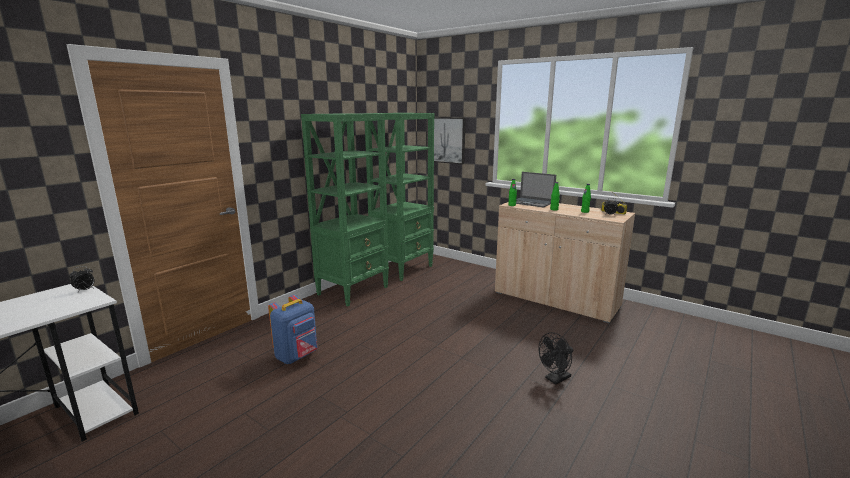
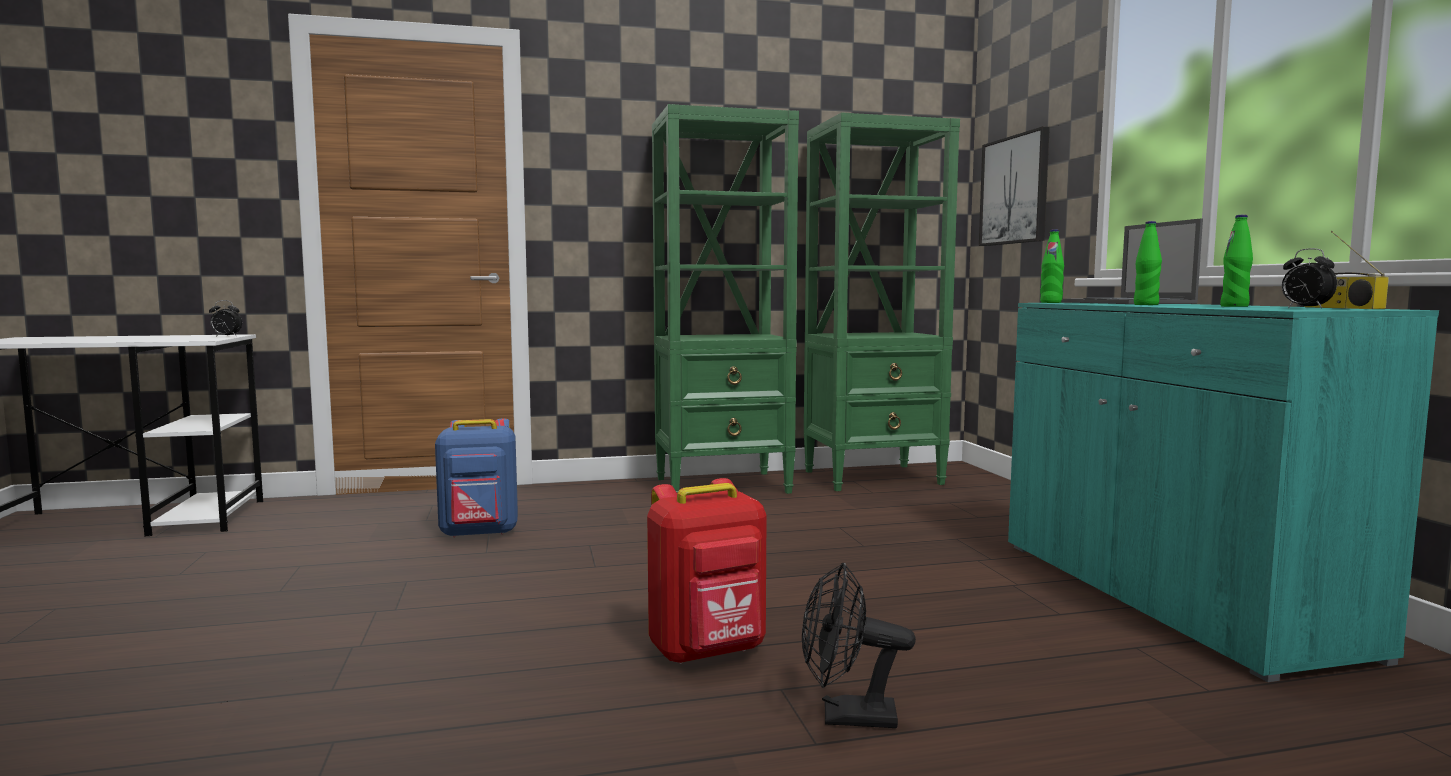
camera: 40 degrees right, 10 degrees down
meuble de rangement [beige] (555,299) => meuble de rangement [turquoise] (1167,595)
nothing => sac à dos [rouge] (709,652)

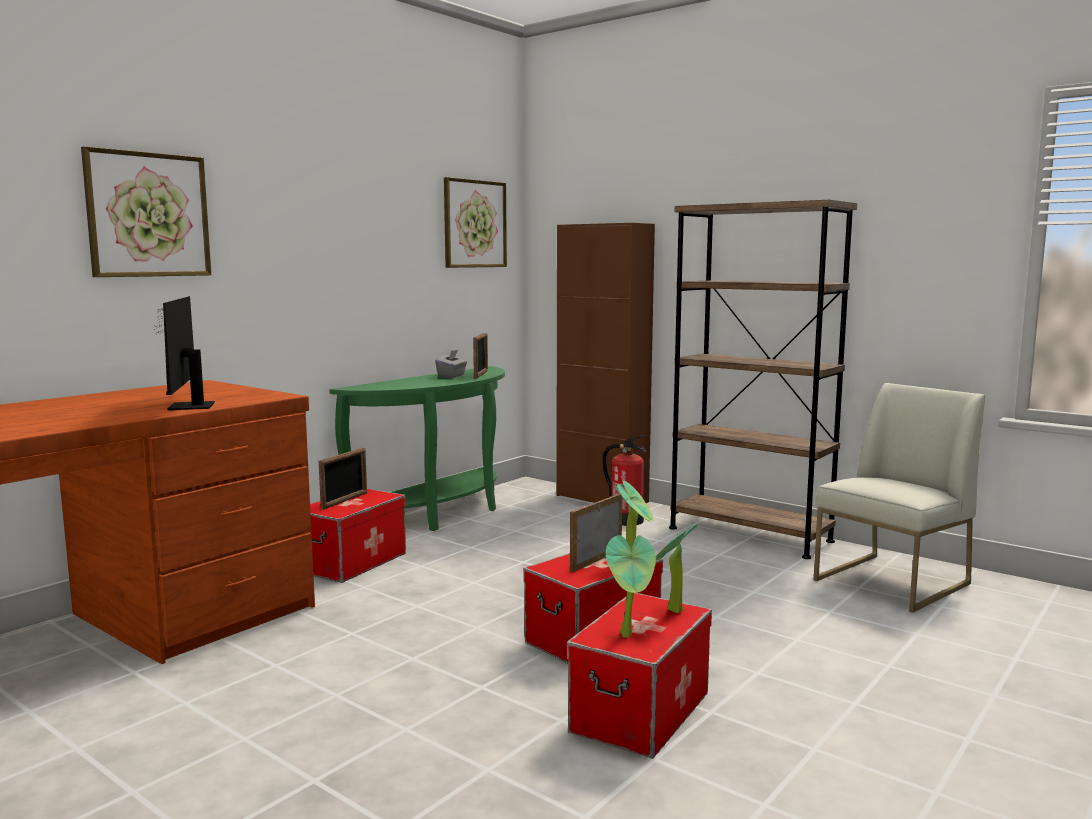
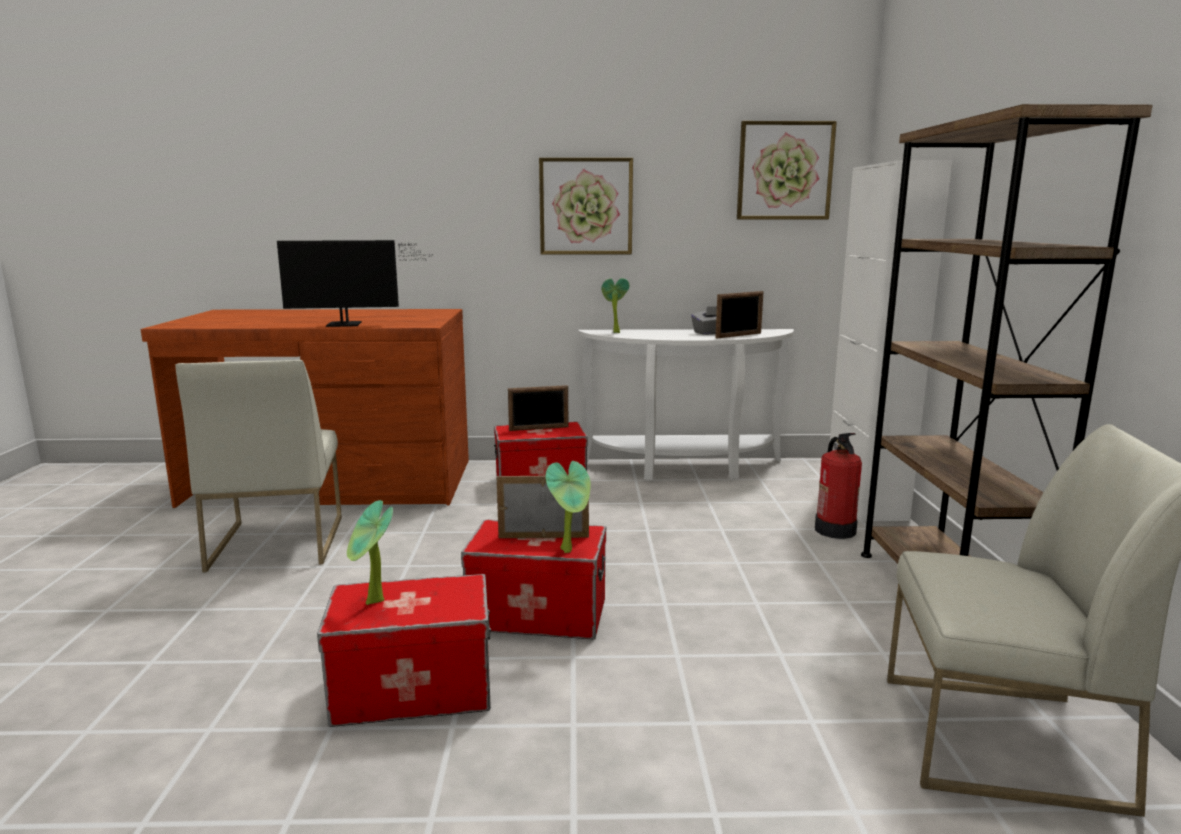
camera: 50 degrees right, 5 degrees up
tableau (148,215) => tableau (586,206), relocated
écran d'ordinateur (188,407) => écran d'ordinateur (349,324), 135 degrees counterclockwise
table console [vert] (441,514) => table console [blanc] (685,469)
meuble de rangement [marron] (602,499) => meuble de rangement [blanc] (865,501)
plante en pot (671,611) => plante en pot (614,332), relocated
nothing => chaise [blanc] (276,542)

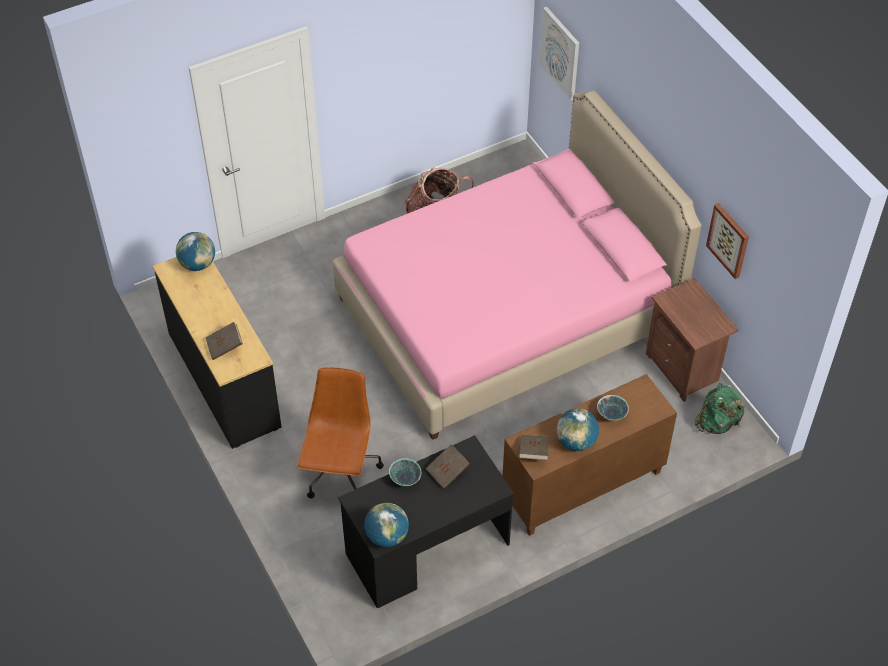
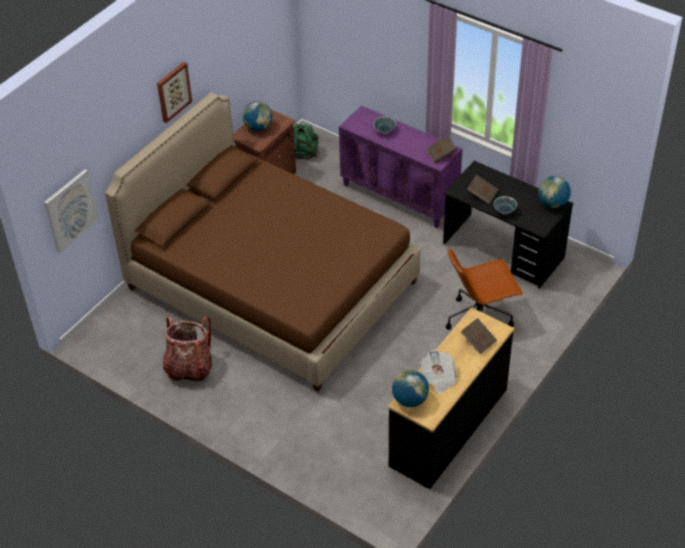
camera: 115 degrees left, 5 degrees down
lit [rose] (506,313) => lit [marron] (272,285)
meuble de rangement [marron] (582,487) => meuble de rangement [violet] (400,196)
globe (576,441) => globe (258,127), relocated
tableau (729,240) => tableau (173,91), relocated
nothing => journal (438,378)

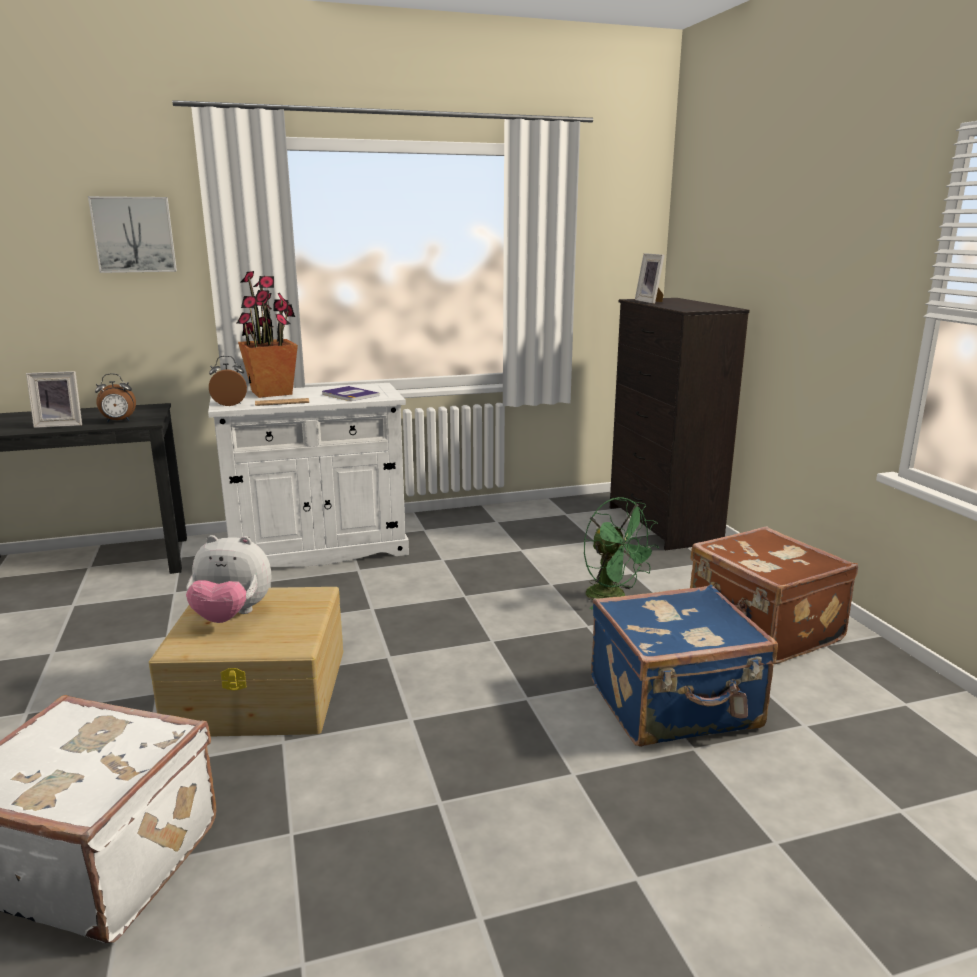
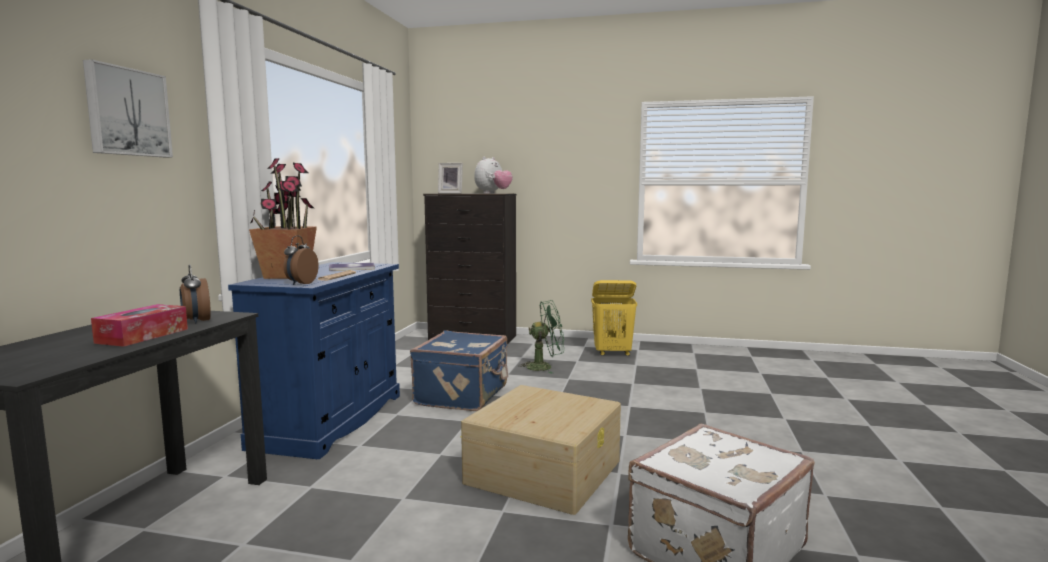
camera: 60 degrees left, 10 degrees down
cadre photo (60,424) => boîte à mouchoirs (143,336)
réveil (118,421) => réveil (196,321), 135 degrees clockwise
peluche (232,616) => peluche (493,193), relocated
meuble de rangement [blanc] (318,549) => meuble de rangement [bleu] (330,420)
valise [bleu] (675,706) => valise [bleu] (463,395), relocated
valise [marron] (762,629) => panier à linge [jaune] (613,353)

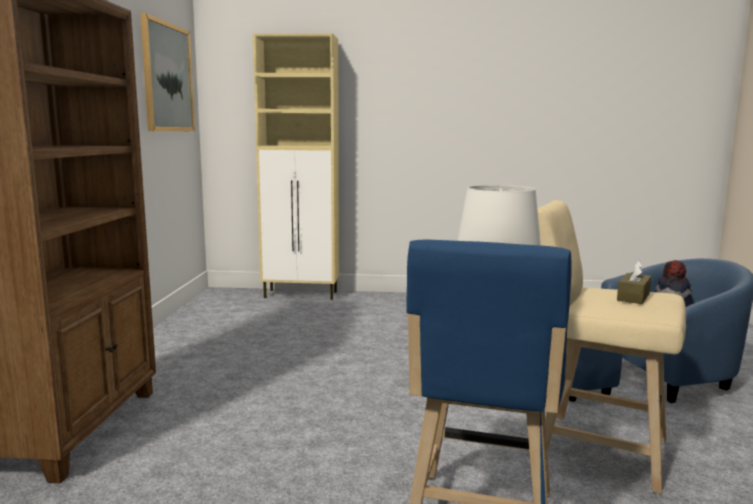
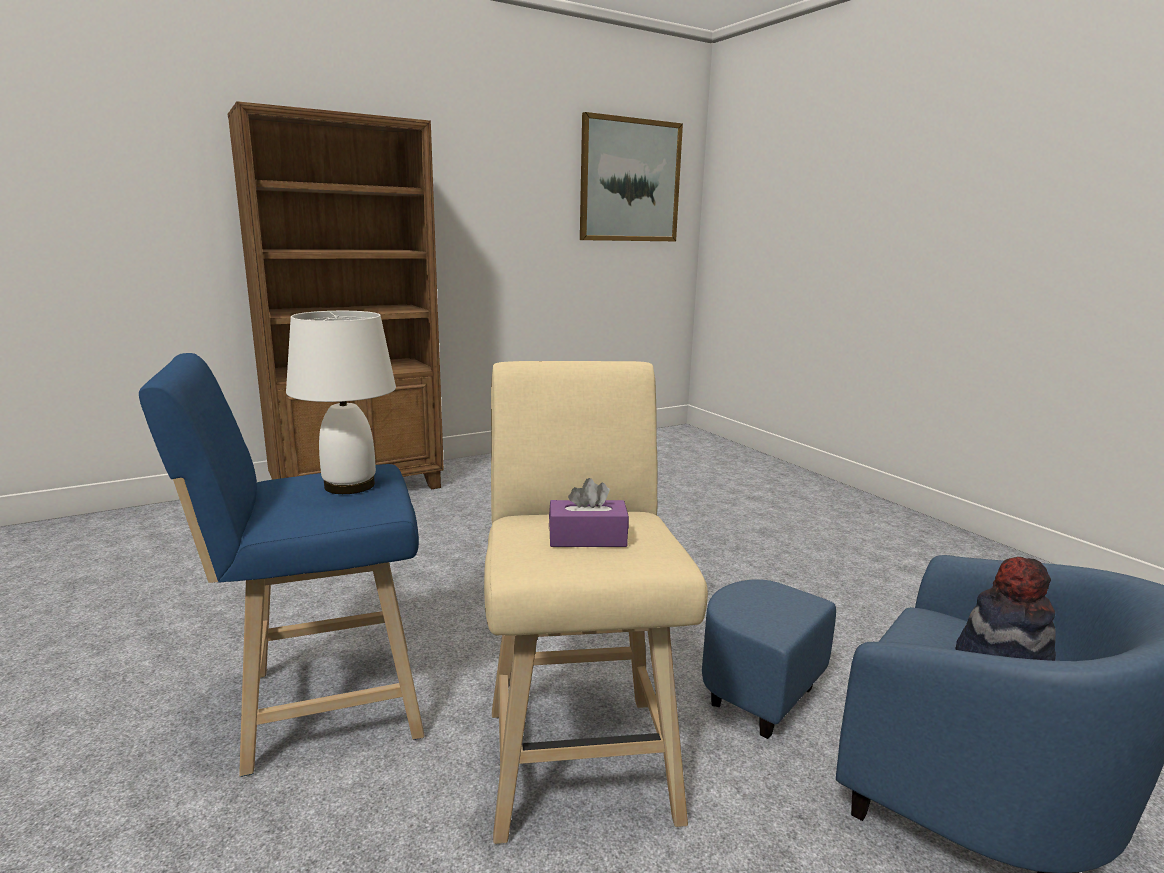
camera: 55 degrees right, 5 degrees up
meuble de rangement [beige] (302,295) => nothing
boîte à mouchoirs [marron] (633,297) => boîte à mouchoirs [violet] (587,538)

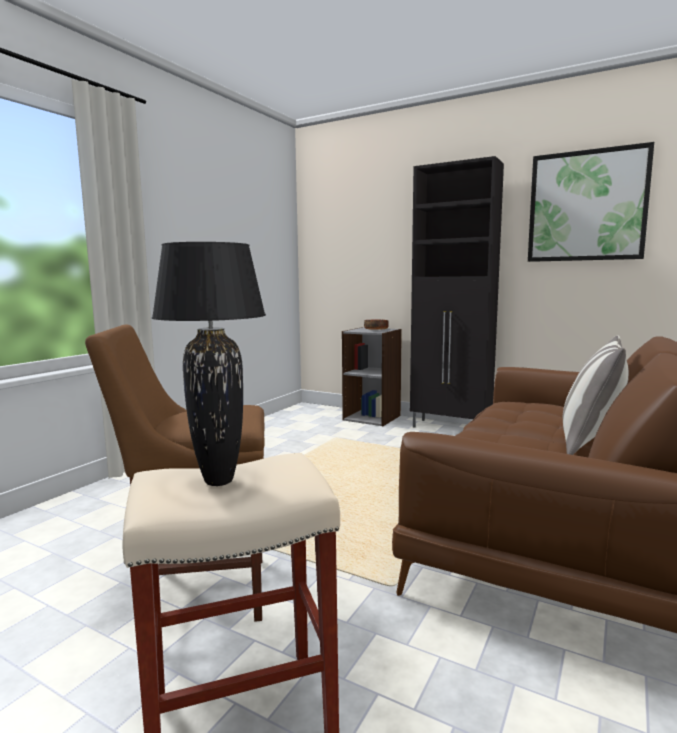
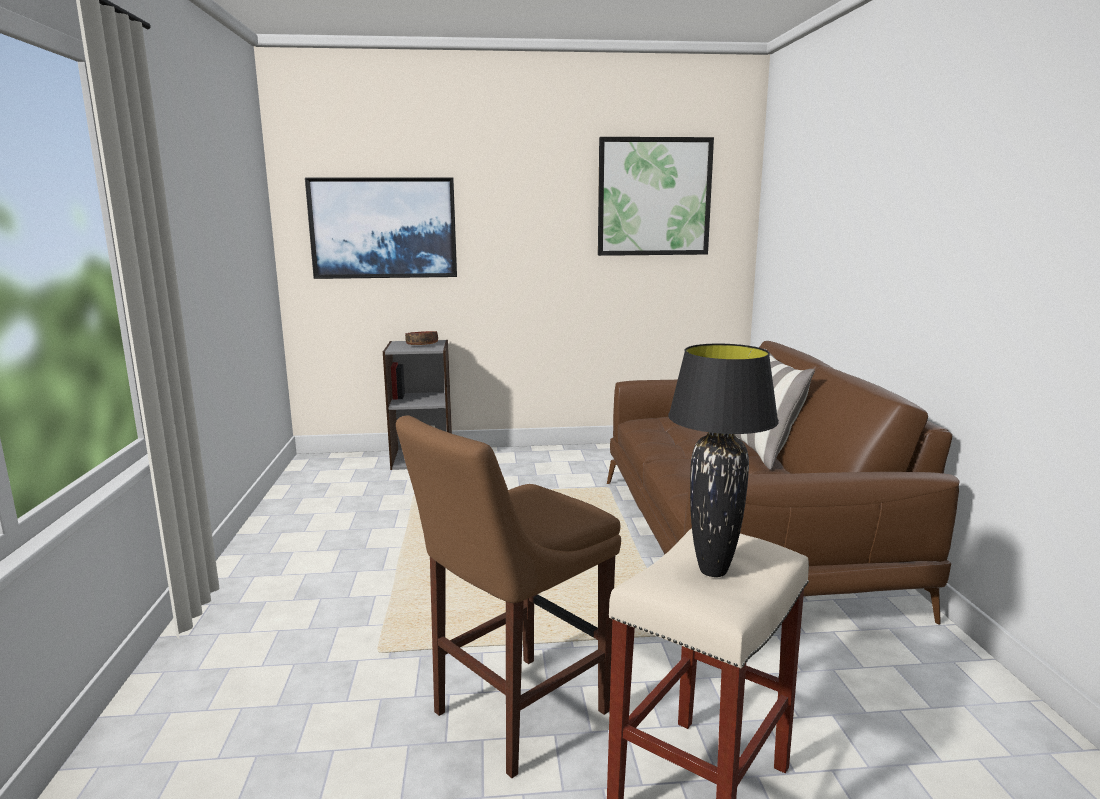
camera: 35 degrees left, 5 degrees up
meuble de rangement [noir] (451,428) => nothing
nothing => tableau (383,228)

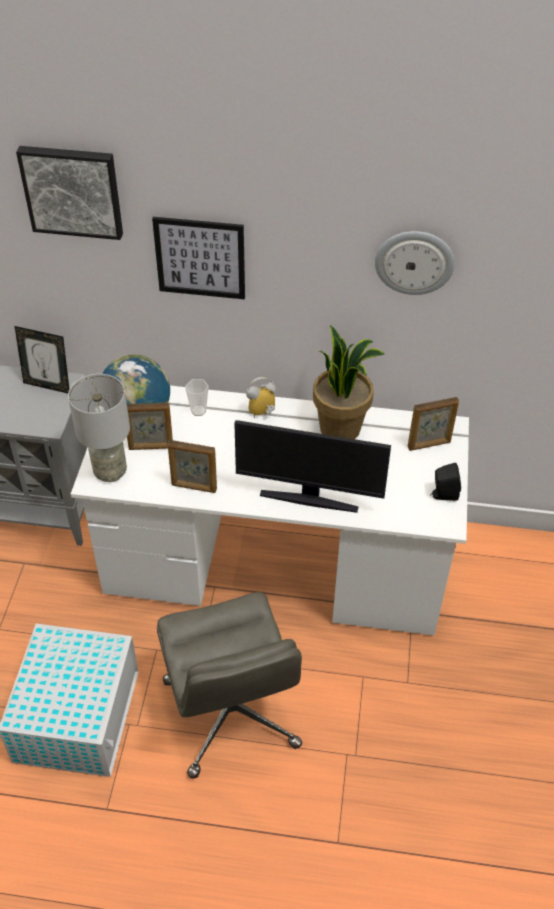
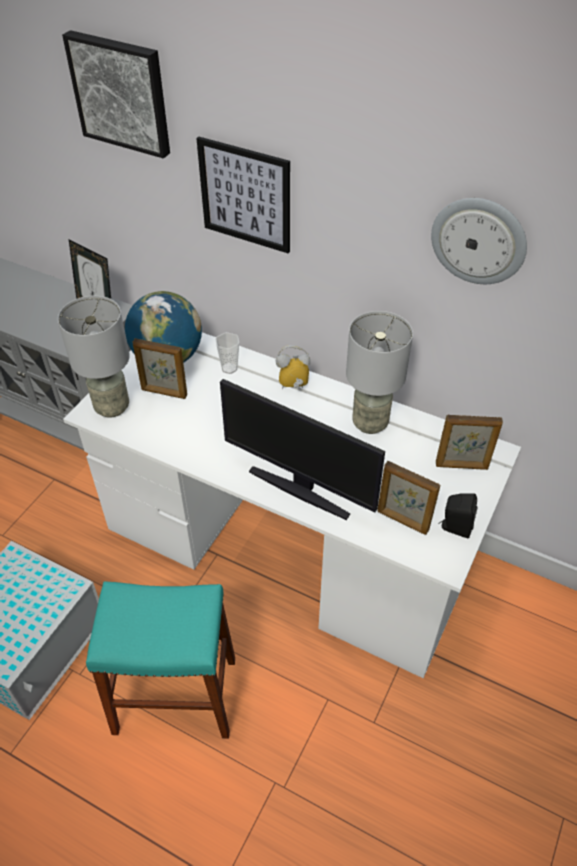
camera: 20 degrees right, 0 degrees up
chaise de bureau [gris] (232,715) => tabouret [turquoise] (175,695)
cadre photo (194,487) => cadre photo (402,521), relocated
plante en pot (341,428) => lampe de table [gris] (370,422)

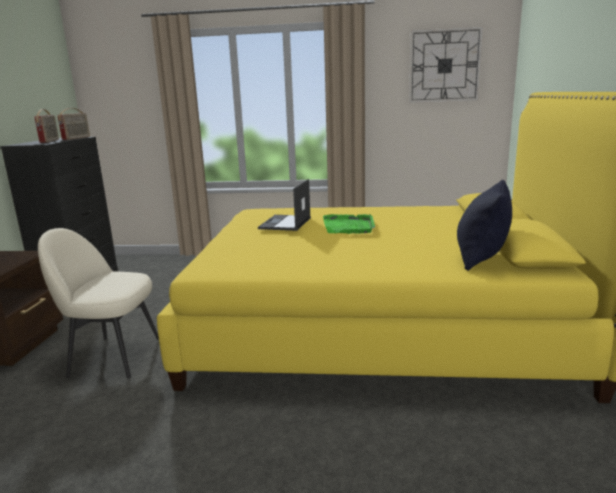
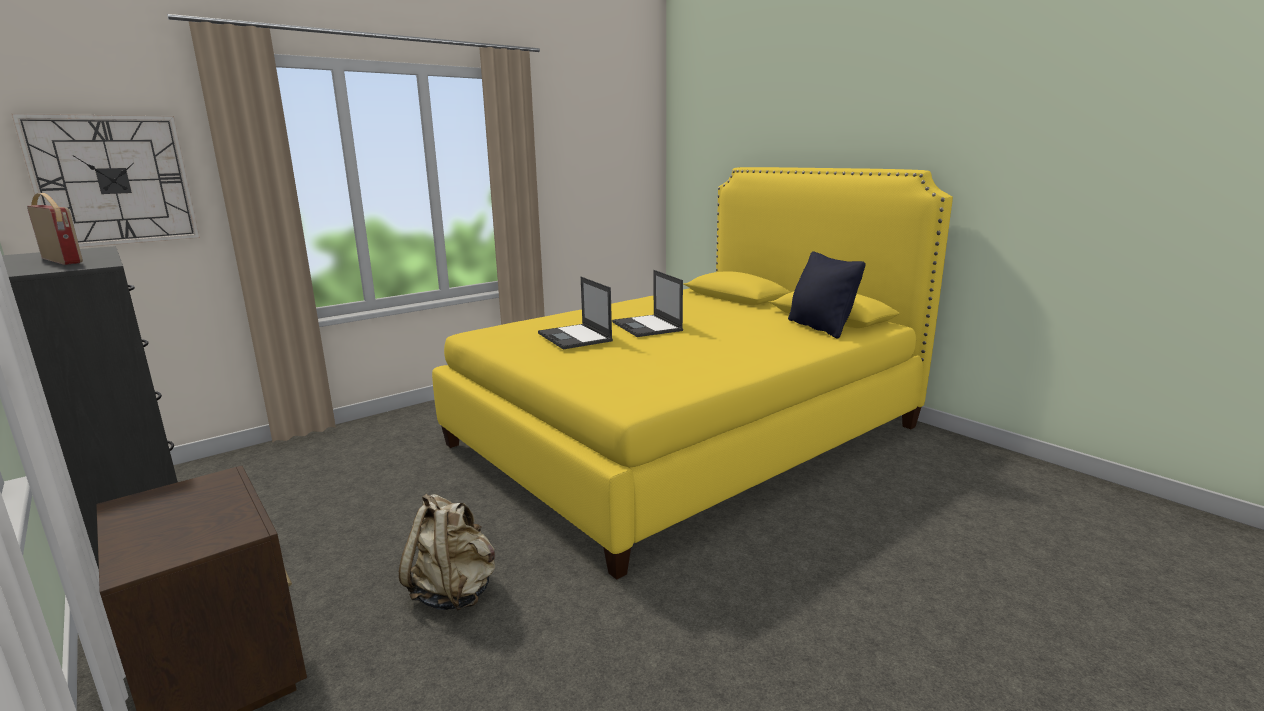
camera: 45 degrees left, 0 degrees up
chaise [beige] (113,356) => sac à dos [beige] (454,592)
radio (77,138) => nothing
plateau [vert] (349,226) => ordinateur portable (647,326)
horloge murale (444,66) => horloge murale (113,180), relocated

